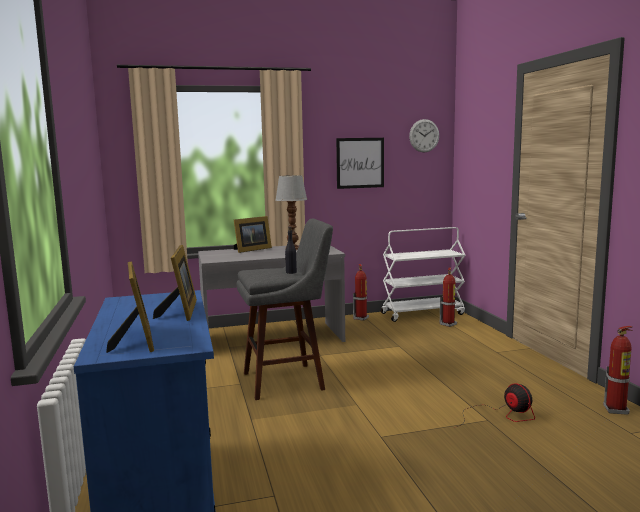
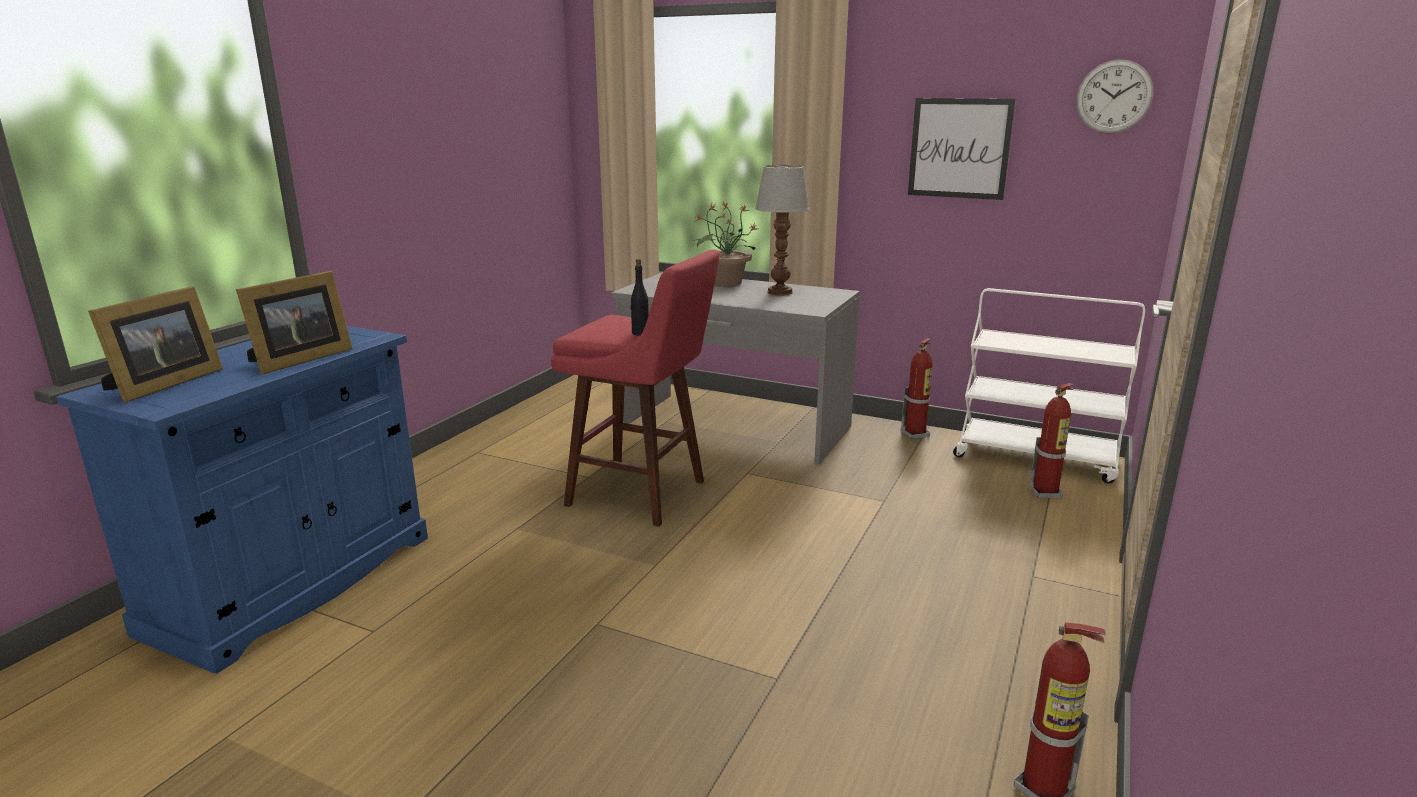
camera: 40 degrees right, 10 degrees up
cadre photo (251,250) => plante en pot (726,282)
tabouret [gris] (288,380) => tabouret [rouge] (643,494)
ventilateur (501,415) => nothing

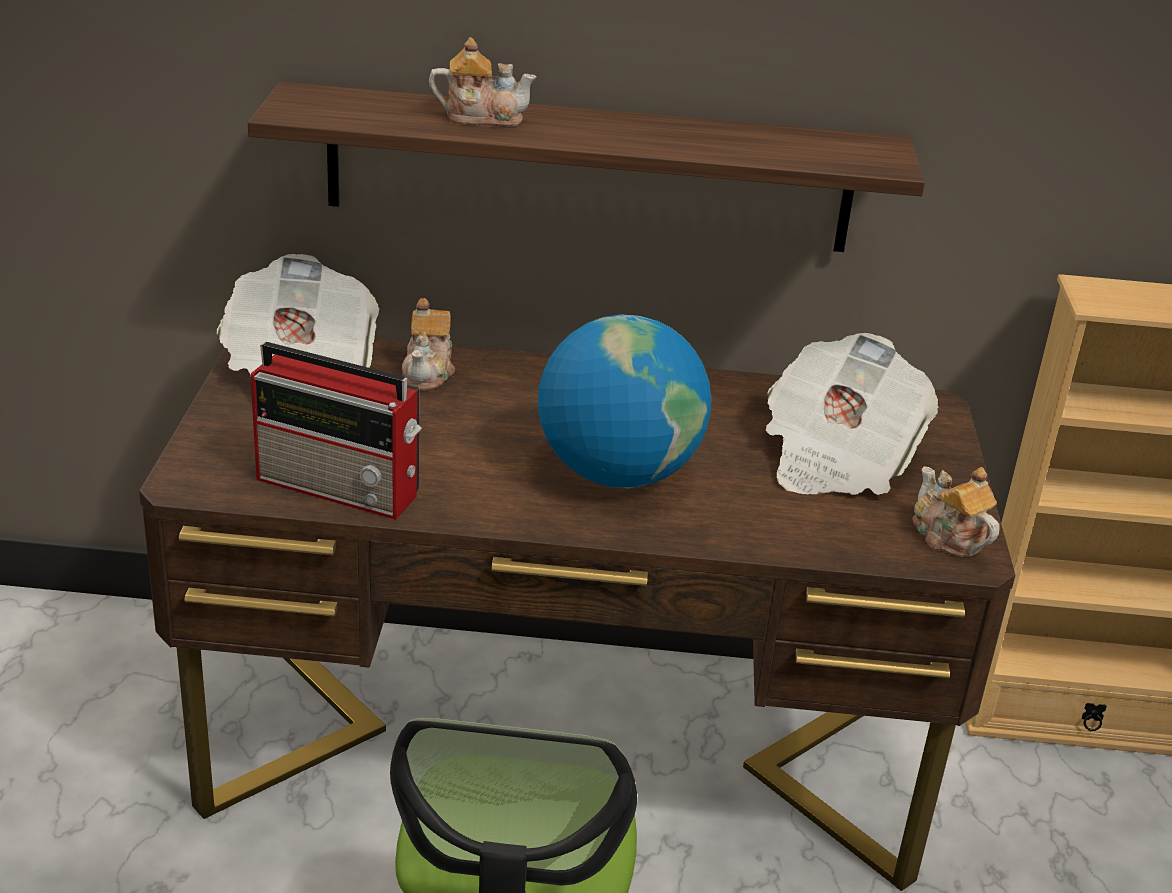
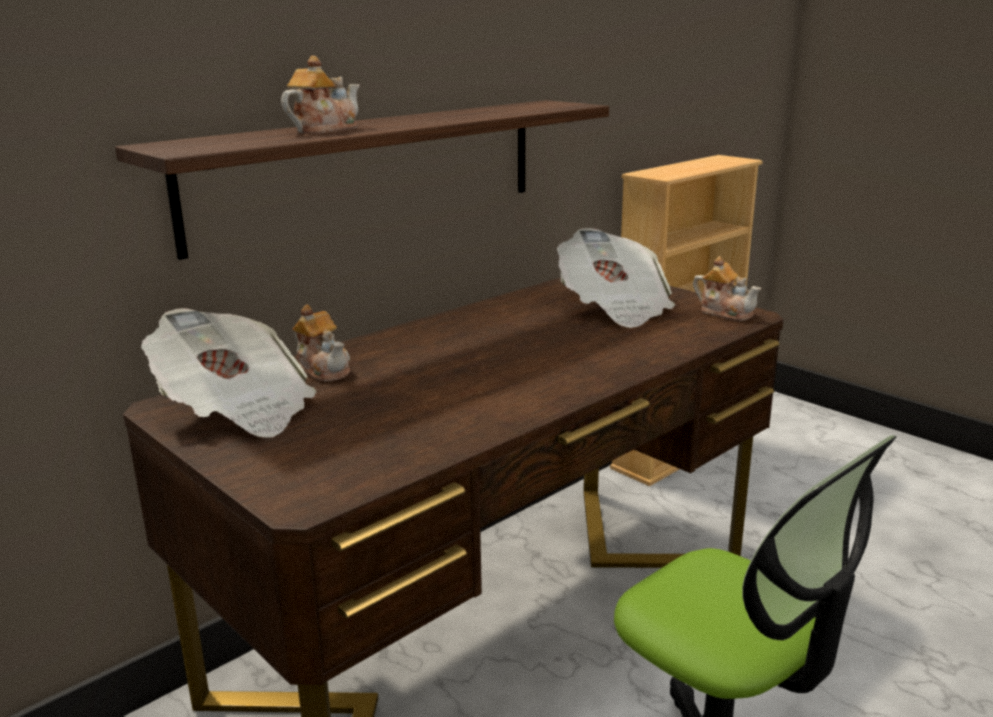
camera: 45 degrees left, 10 degrees down
radio (341,488) => nothing
globe (617,474) => nothing
théière (947,537) => théière (725,312), 150 degrees counterclockwise

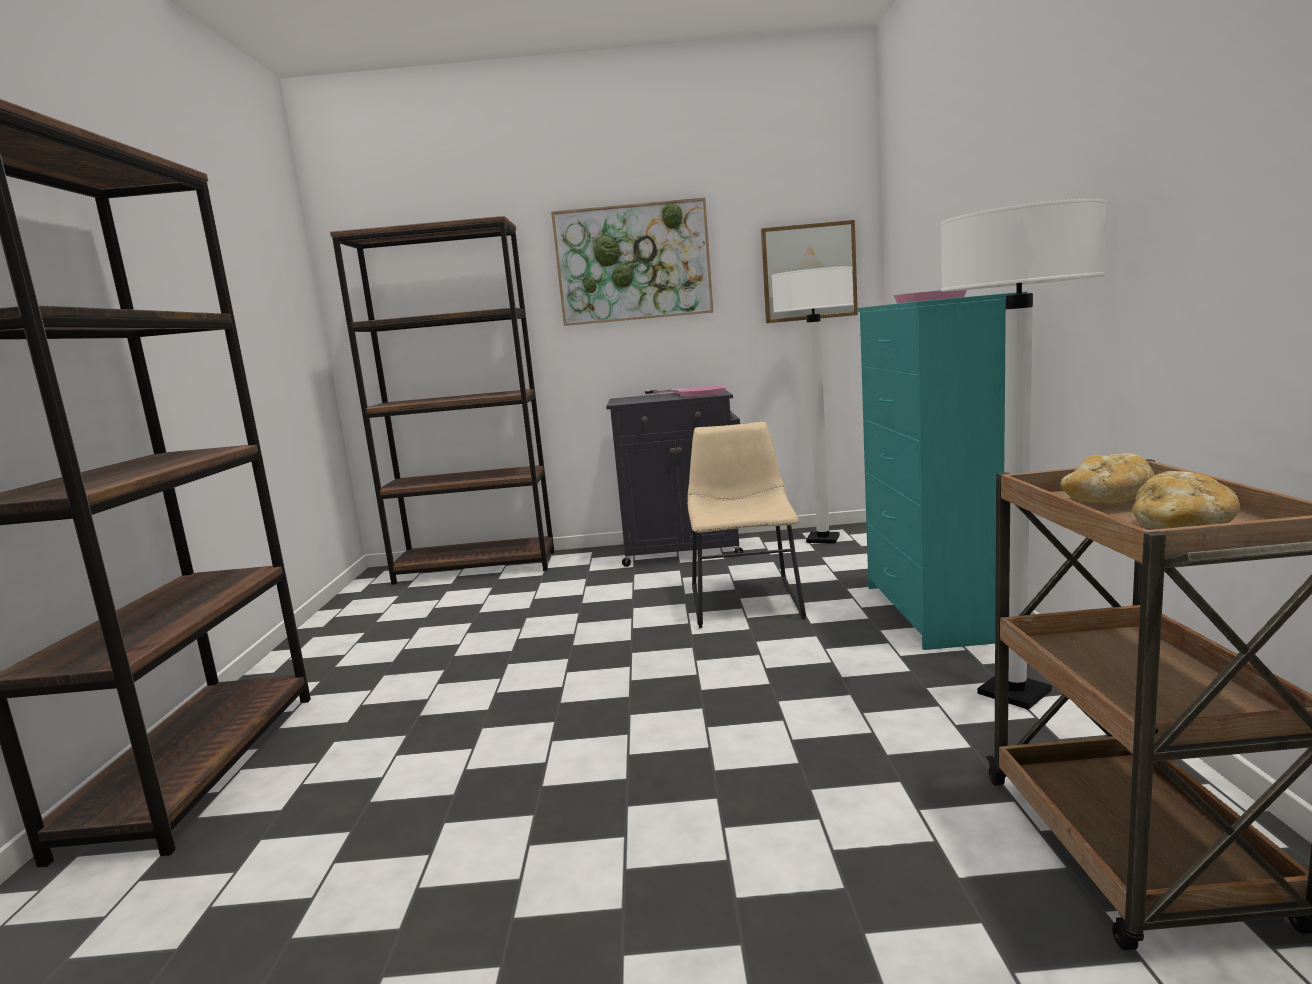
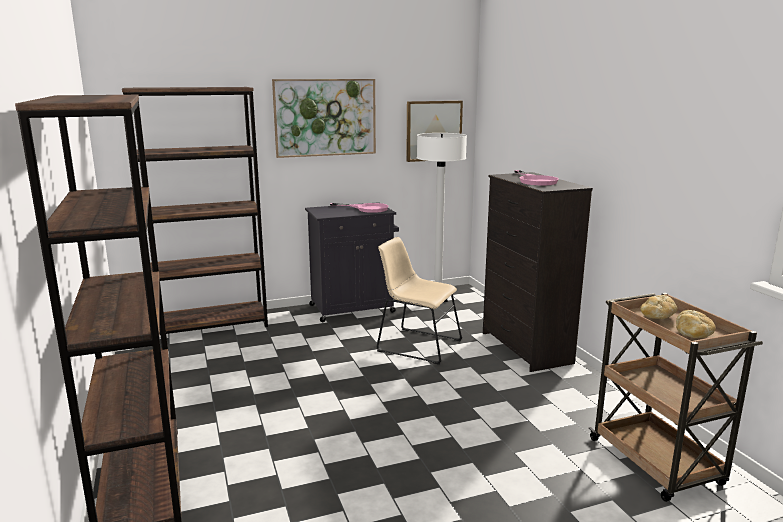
camera: 20 degrees left, 5 degrees up
chaise [beige] (744,600) => chaise [beige] (416,345), 45 degrees counterclockwise
commode [turquoise] (935,612) => commode [noir] (525,348)
lampadaire [blanc] (1014,693) => nothing

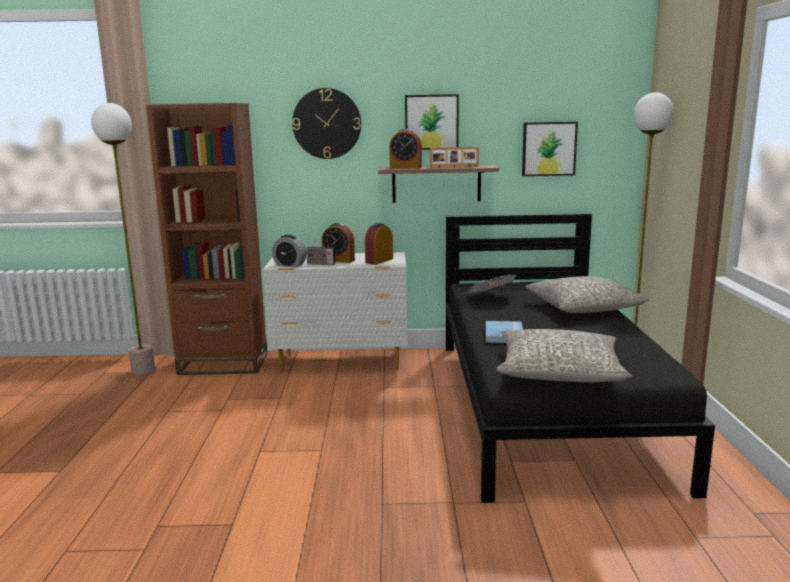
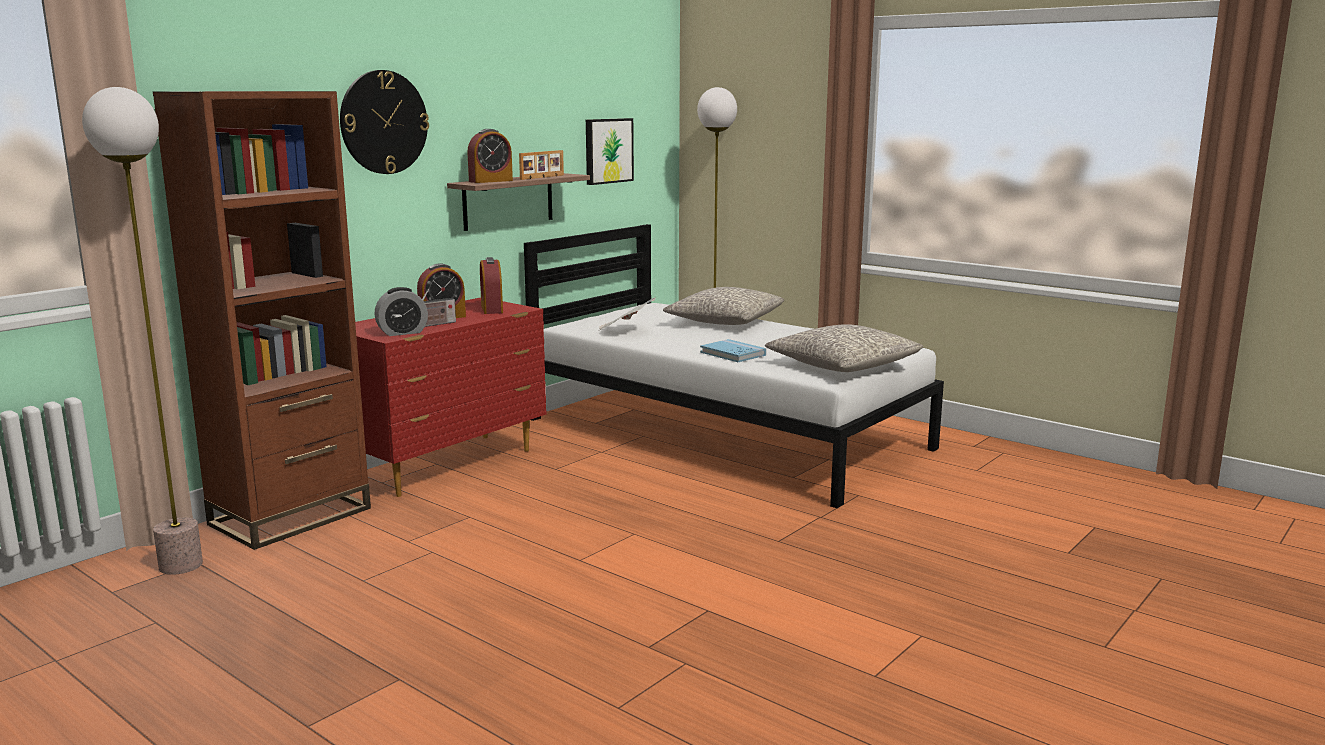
camera: 50 degrees left, 0 degrees up
commode [blanc] (342,362) => commode [rouge] (448,464)
tableau (431,122) => nothing
lit [noir] (545,405) => lit [blanc] (725,433)

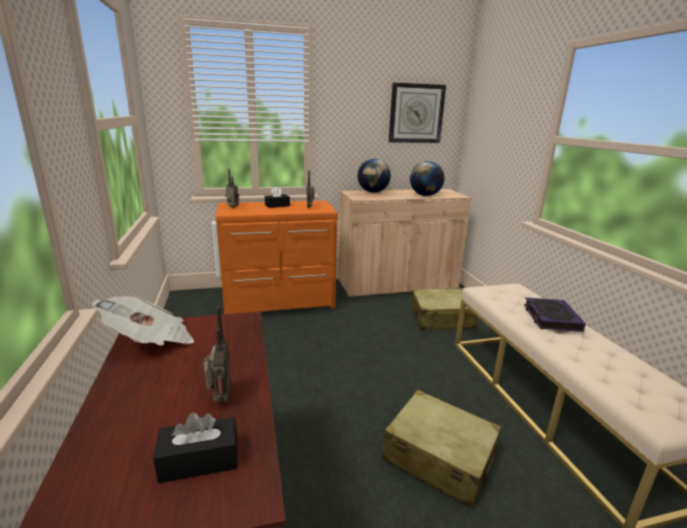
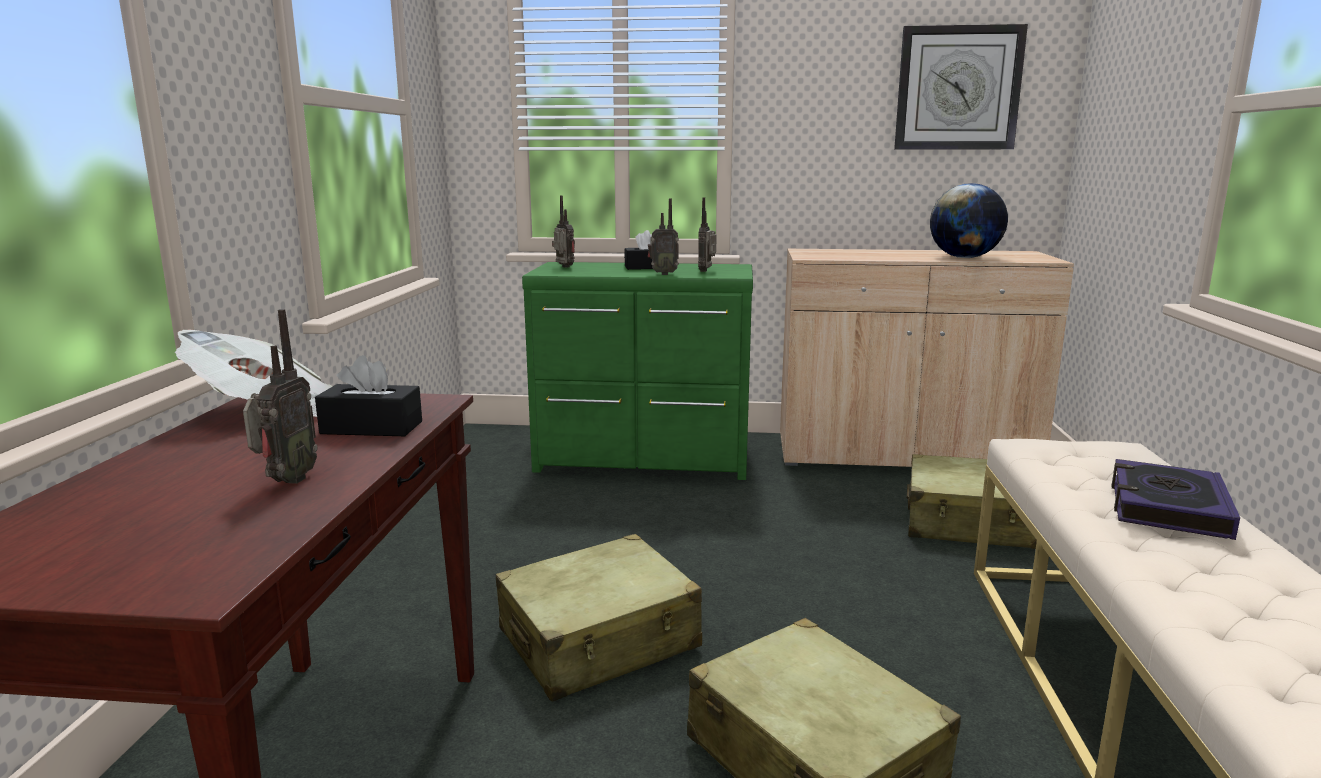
camera: 20 degrees right, 5 degrees down
boîte à mouchoirs [noir] (199,460) => boîte à mouchoirs [noir] (371,428), relocated
commode [orange] (280,302) => commode [vert] (644,460)
globe (373,192) => nothing
nothing => valise [beige] (599,640)
nothing => radio (663,274)

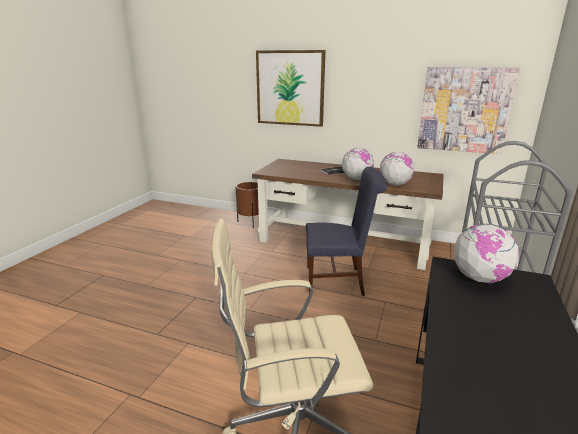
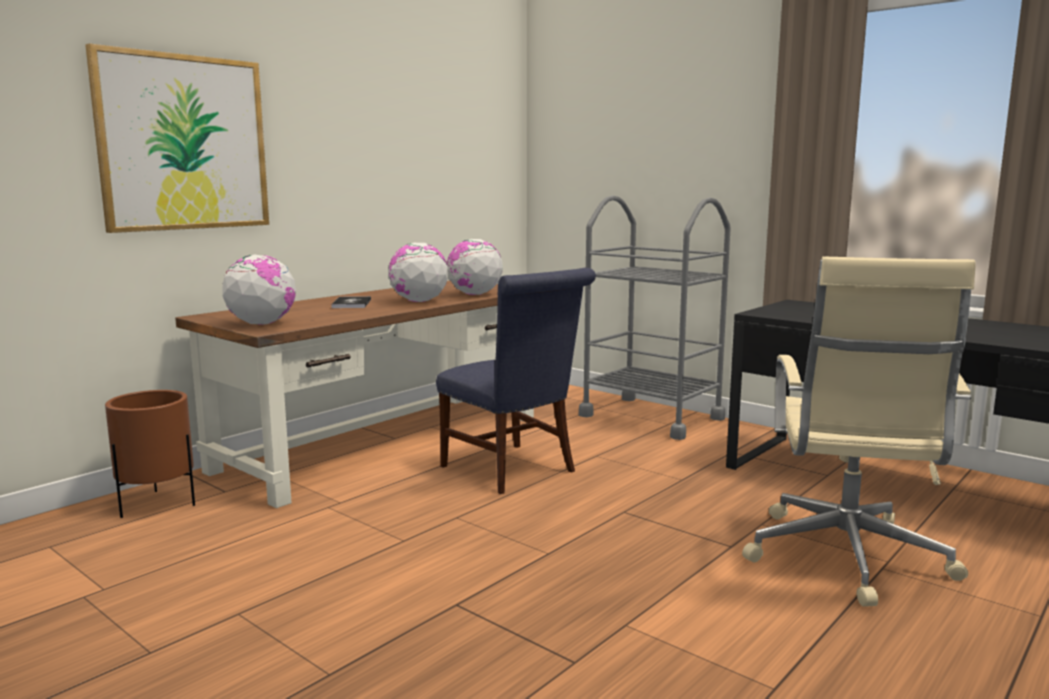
camera: 70 degrees left, 10 degrees down
chaise [bleu] (339,281) => chaise [bleu] (514,470), 120 degrees clockwise
tableau (464,110) => nothing
globe (479,278) => globe (261,324), relocated

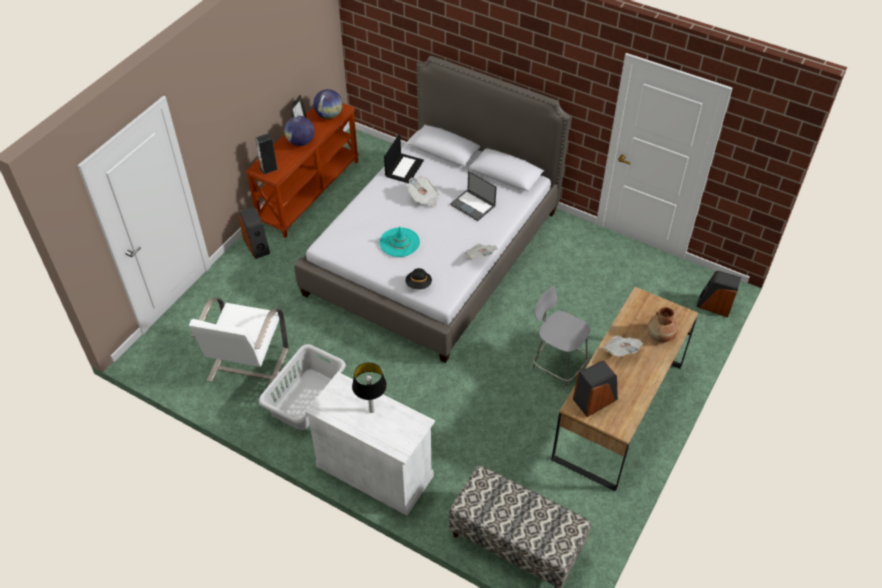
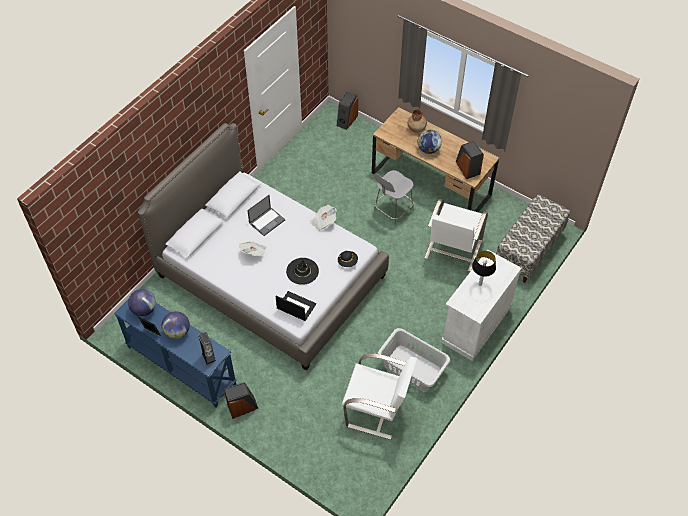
camera: 85 degrees left, 5 degrees up
table console [marron] (309,192) => table console [bleu] (180,366)
chapeau [turquoise] (399,242) => chapeau [noir] (302,271)
ordinateur portable (404,168) => ordinateur portable (295,306), relocated
journal (621,351) => globe (428,149)
nothing => fauteuil [blanc] (453,250)

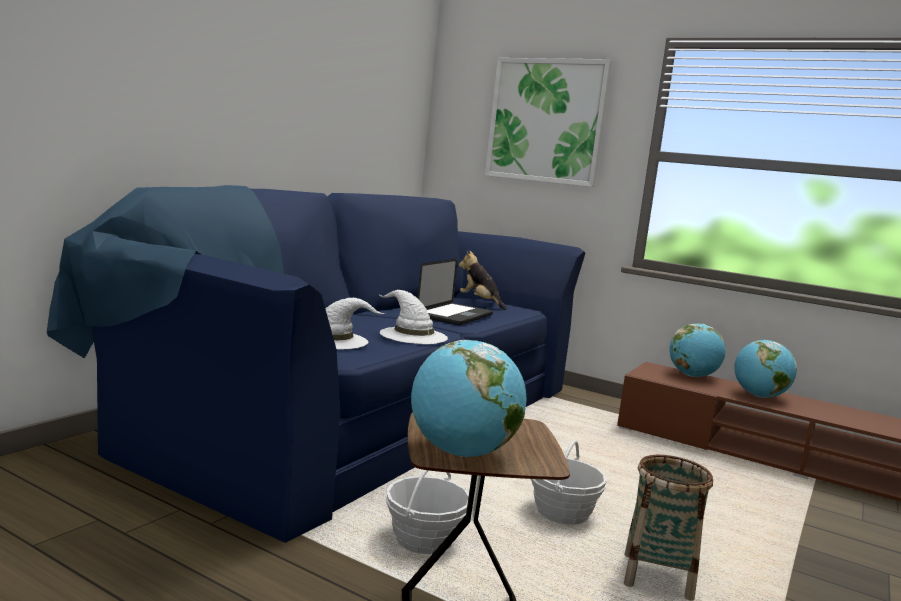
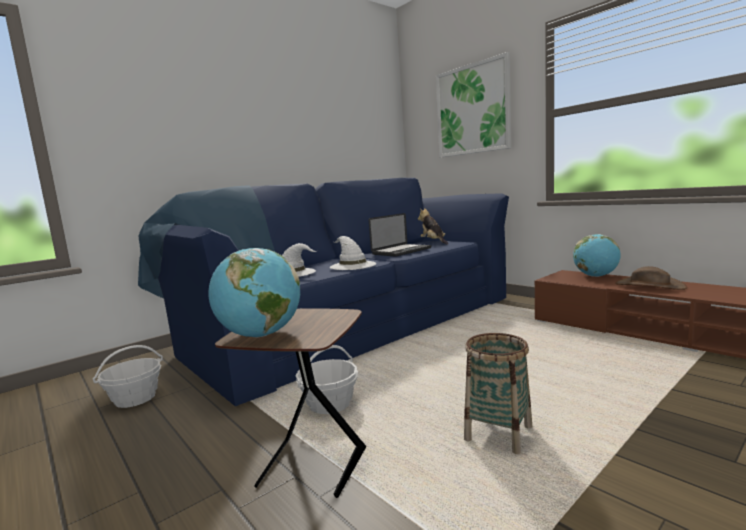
camera: 20 degrees right, 0 degrees up
panier (562,513) => panier (135,398), relocated
globe (759,396) => chapeau [marron] (649,285)

